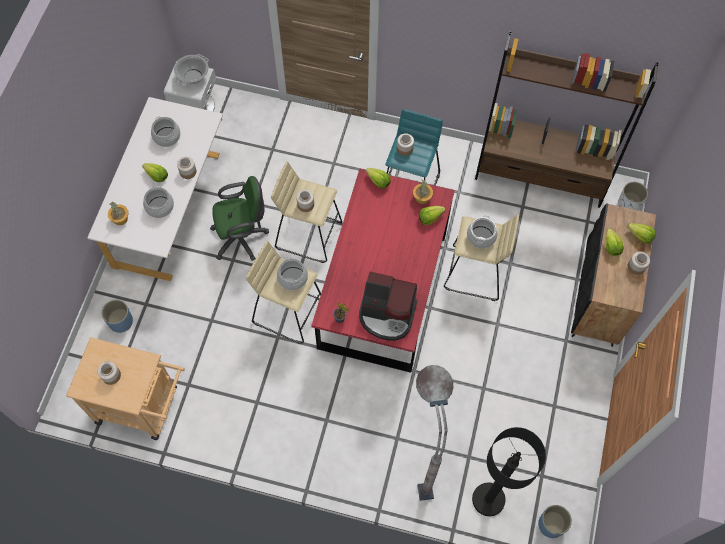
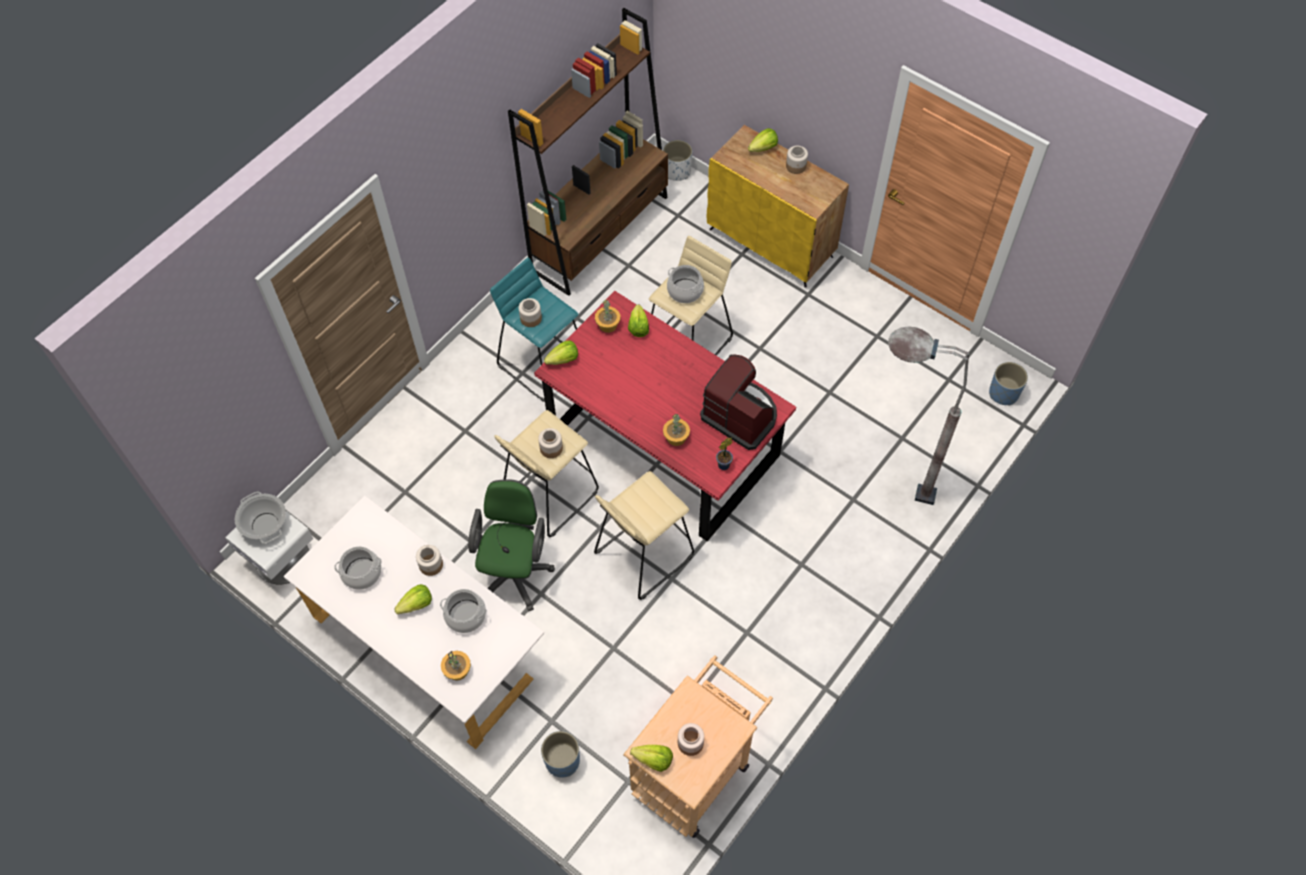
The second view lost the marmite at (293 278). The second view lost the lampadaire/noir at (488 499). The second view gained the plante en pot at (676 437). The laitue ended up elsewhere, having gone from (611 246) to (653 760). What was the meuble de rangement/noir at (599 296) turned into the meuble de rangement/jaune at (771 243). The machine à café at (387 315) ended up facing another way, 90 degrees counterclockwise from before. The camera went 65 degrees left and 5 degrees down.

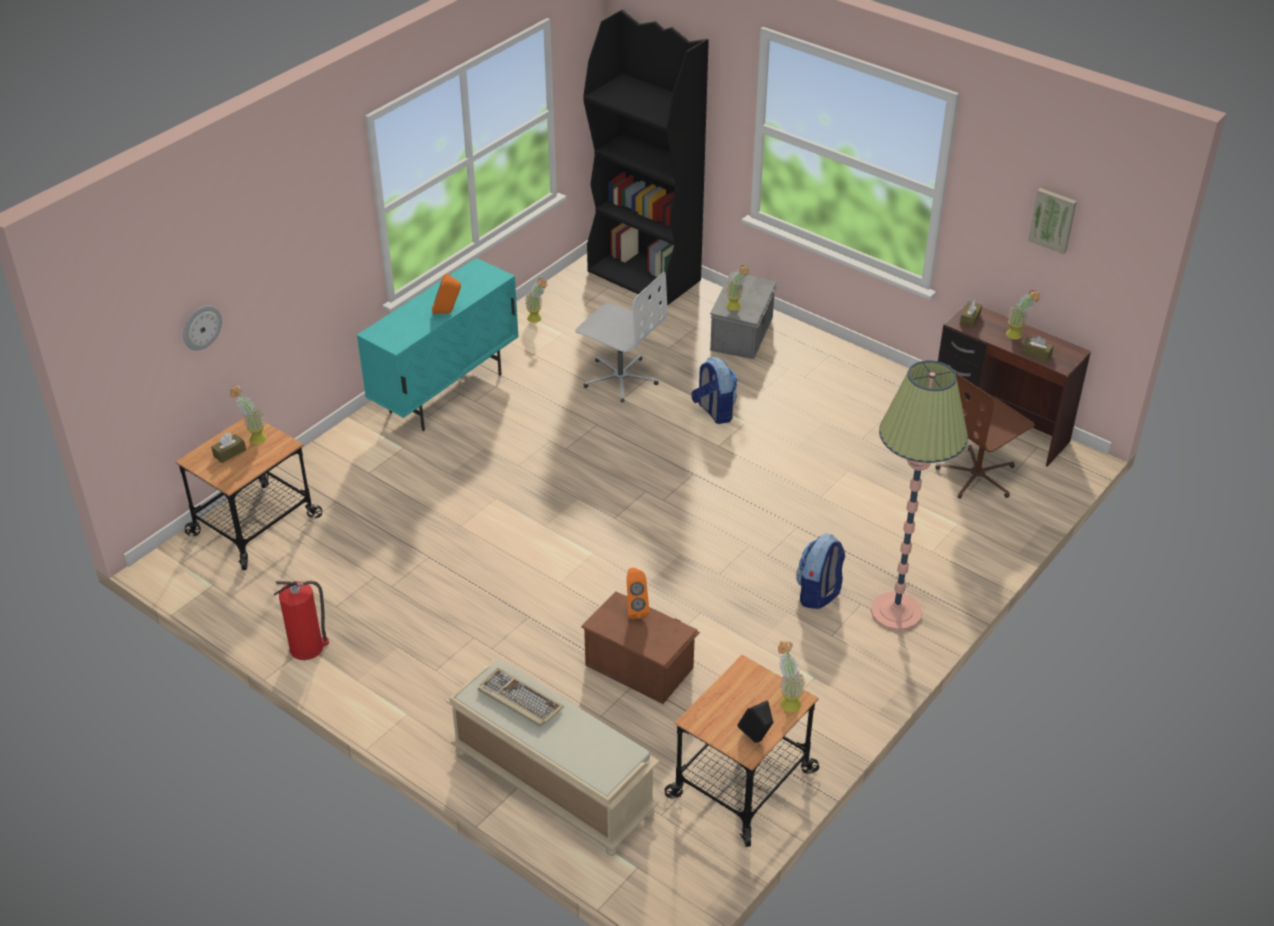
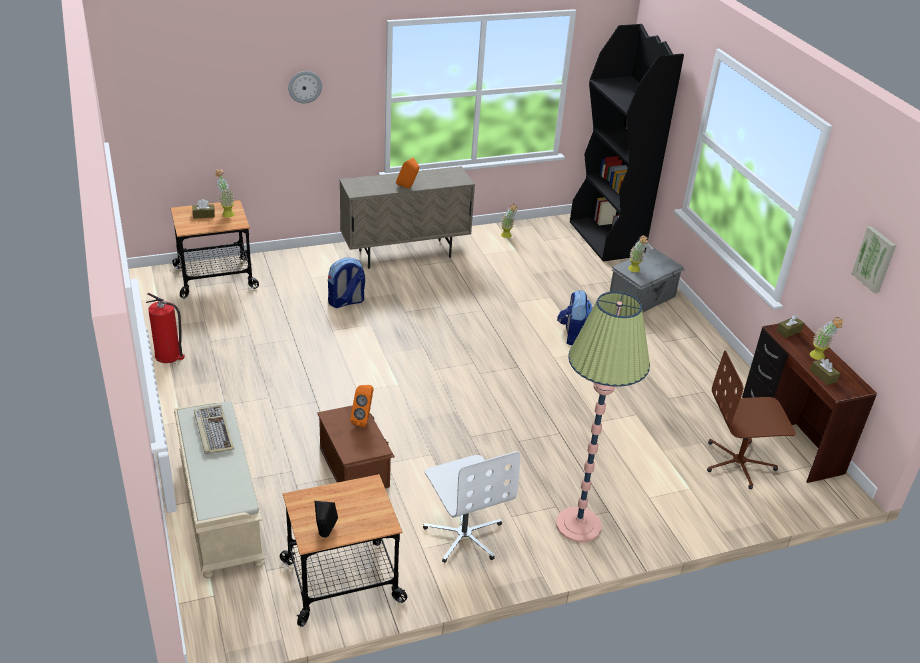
The second view lost the plante en pot at (787 701). The horloge murale ended up elsewhere, having gone from (201 327) to (305 86). The chaise de bureau/blanc ended up elsewhere, having gone from (620 378) to (464 535). The sac à dos ended up elsewhere, having gone from (818 593) to (346 302). What was the meuble de rangement/turquoise at (446 393) turned into the meuble de rangement/beige at (405 254). The camera went 30 degrees right and 5 degrees down.

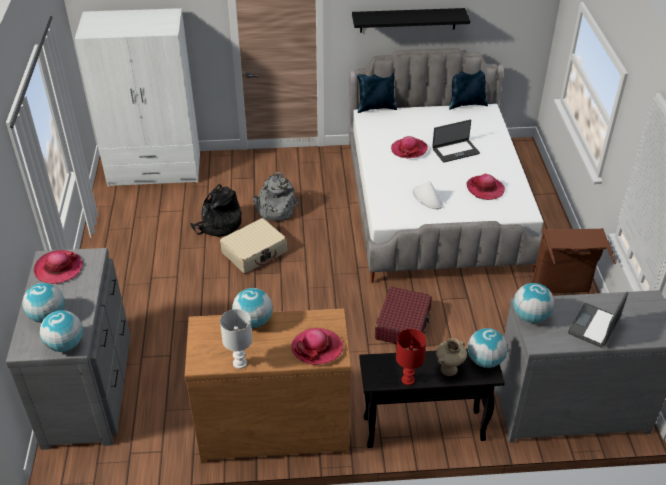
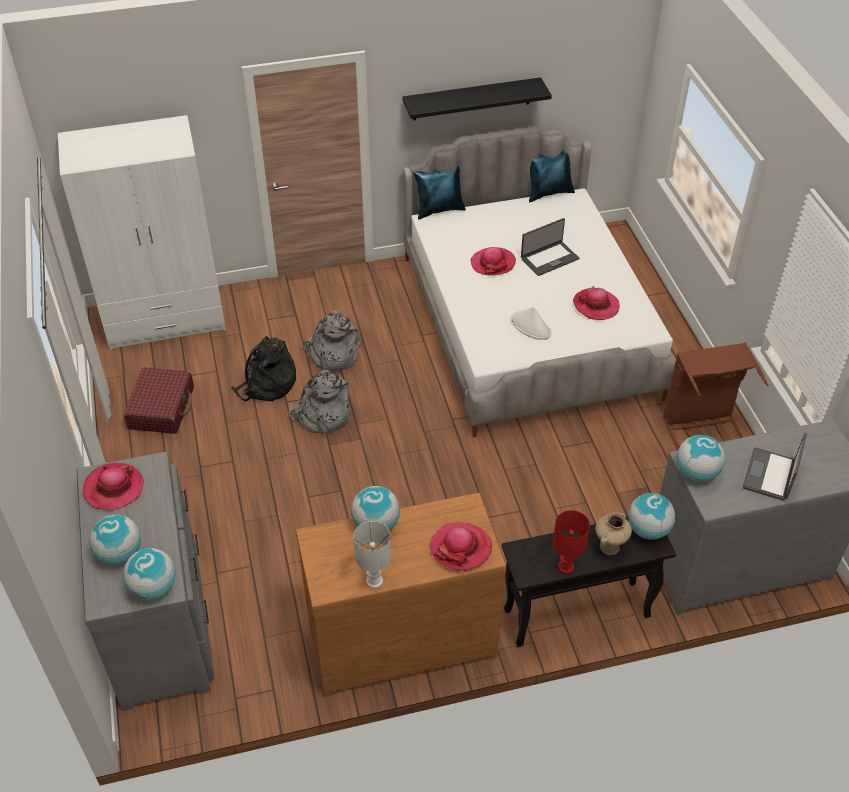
The valise/rouge ended up elsewhere, having gone from (403 324) to (162 408). Where the valise/beige stood at (254 252), the sac à dos/gris came to stand at (321 416). The camera went 10 degrees left and 5 degrees up.

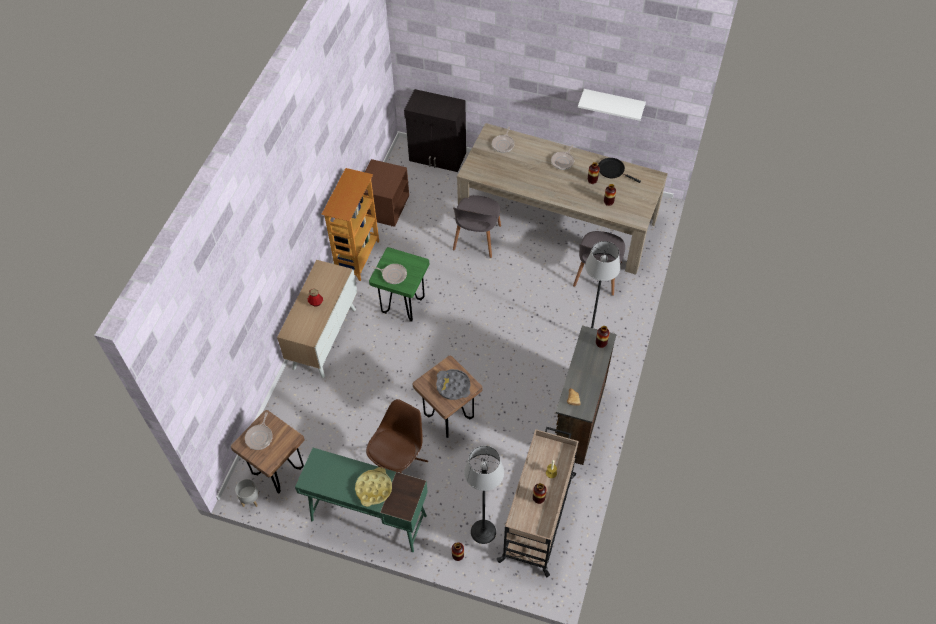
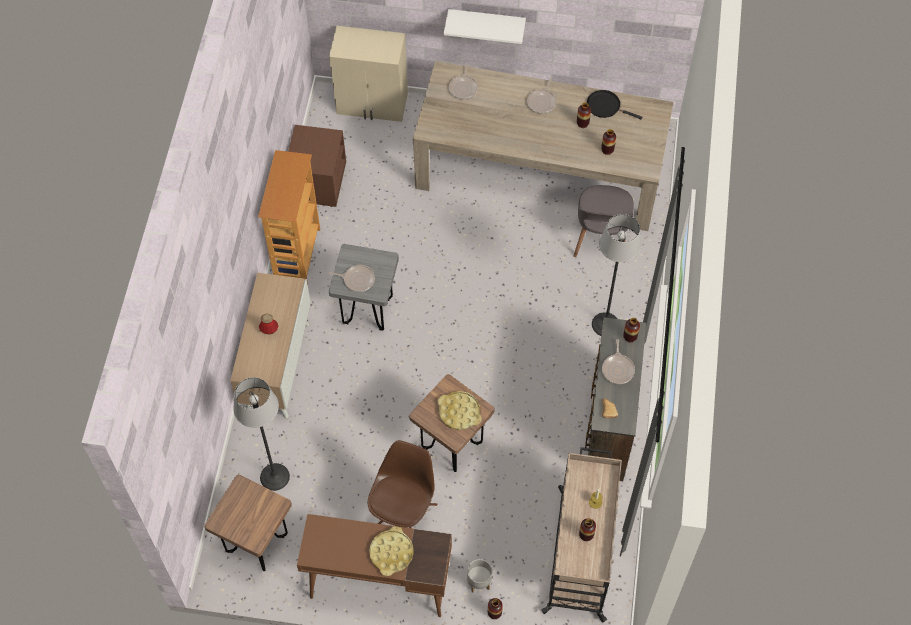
The second view lost the chaise/gris at (476 239). The cache-pot/gris ended up elsewhere, having gone from (250 499) to (479 582). The poêle ended up elsewhere, having gone from (260 437) to (618 369). The lampadaire ended up elsewhere, having gone from (483 531) to (274 476). The étagère/blanc ended up elsewhere, having gone from (613 103) to (486 22). What was the bureau/vert at (368 518) turned into the bureau/marron at (378 584). What was the tabouret/vert at (403 306) turned into the tabouret/gris at (367 311). What was the meuble de rangement/noir at (437 157) turned into the meuble de rangement/beige at (372 104). What was the plateau/gris at (453 386) turned into the plateau/jaune at (459 412). The camera went 10 degrees left and 5 degrees up.

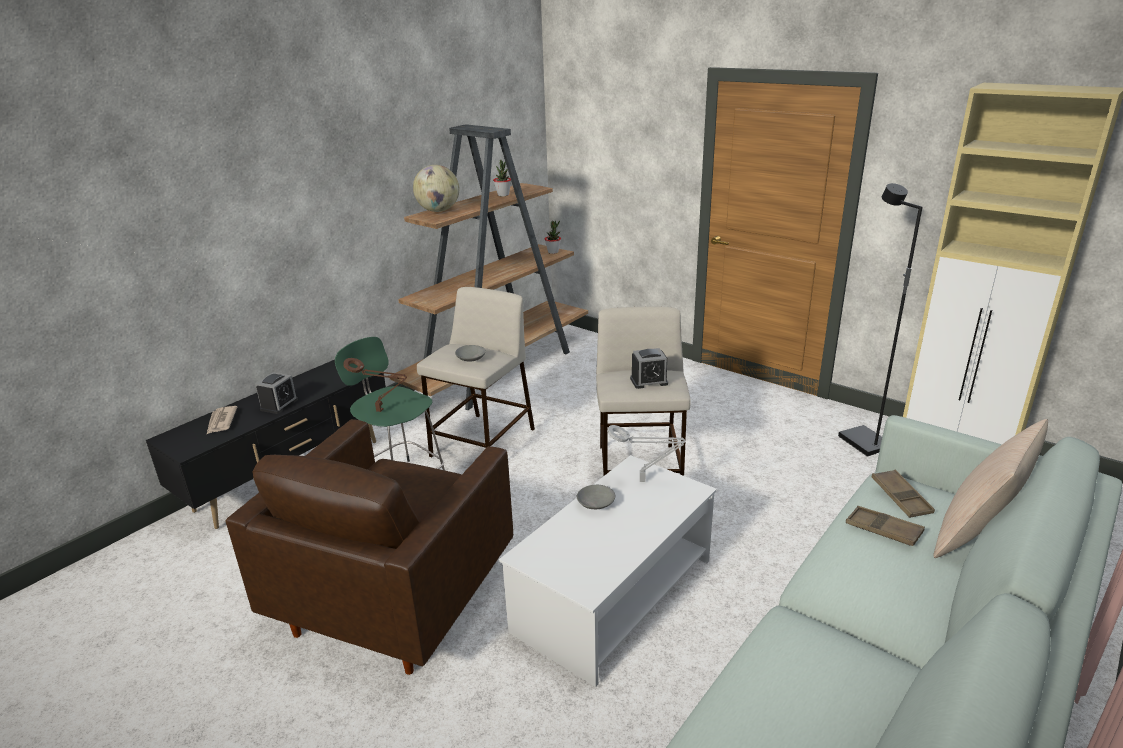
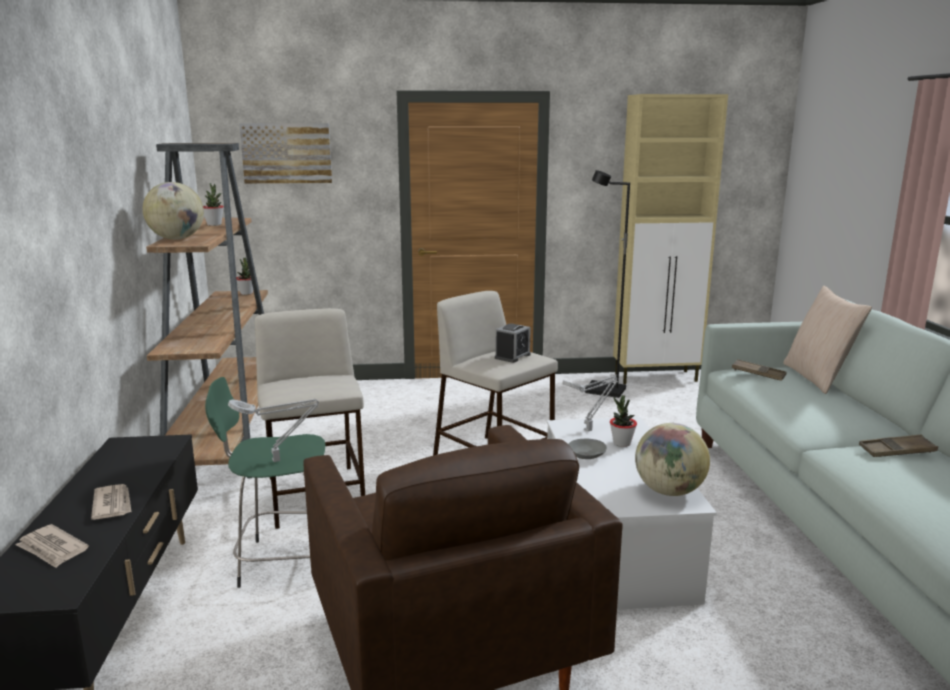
The second view lost the bol/gris at (471 358). The second view gained the tableau at (287 153). The second view gained the plante en pot at (621 443). The second view gained the globe at (669 491). The plateau/marron ended up elsewhere, having gone from (883 530) to (896 451). Where the réveil stood at (279 404), the journal came to stand at (113 504). What was the lampe de table/marron at (382 411) turned into the lampe de table/gris at (279 460). The camera went 45 degrees left and 10 degrees down.

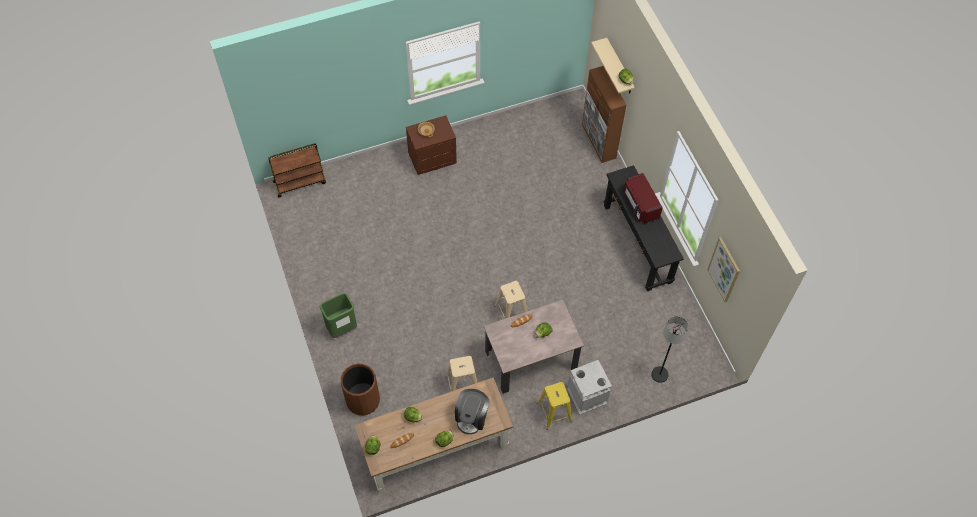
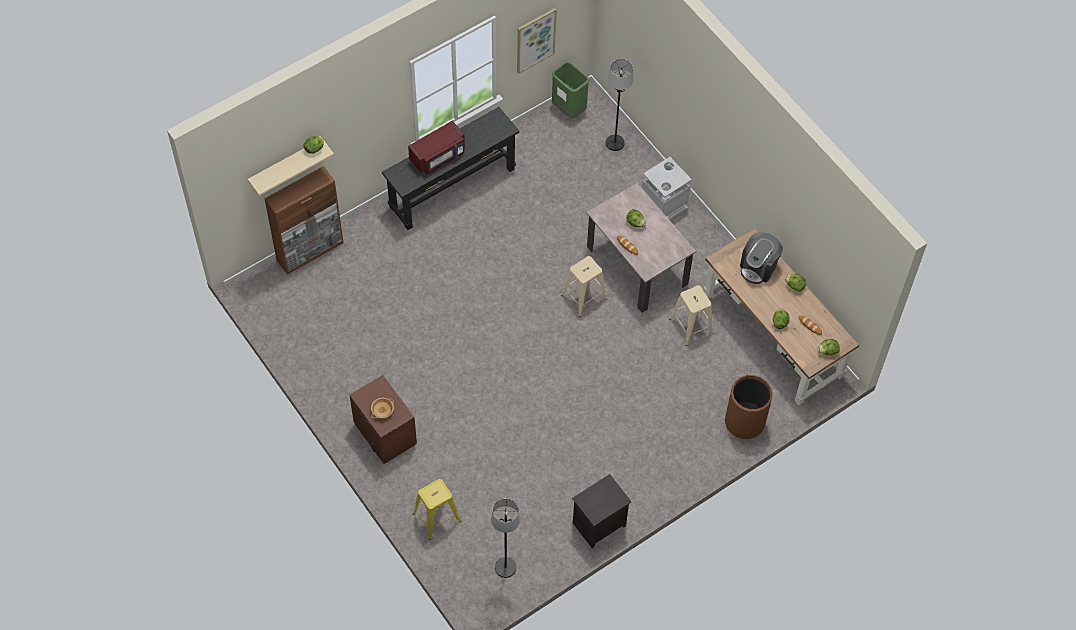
The second view lost the chariot/marron at (300 182). The second view gained the lampadaire/noir at (505 567). The second view gained the table de chevet/noir at (599 525). The poubelle/vert ended up elsewhere, having gone from (342 328) to (569 109). The tabouret/jaune ended up elsewhere, having gone from (554 412) to (436 517). The machine à café at (472 417) ended up facing another way, 120 degrees clockwise from before. The camera went 105 degrees left and 0 degrees up.

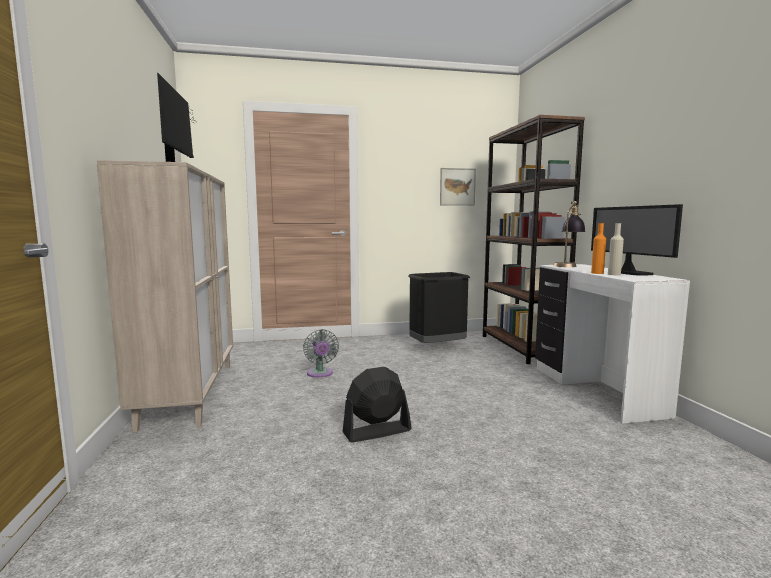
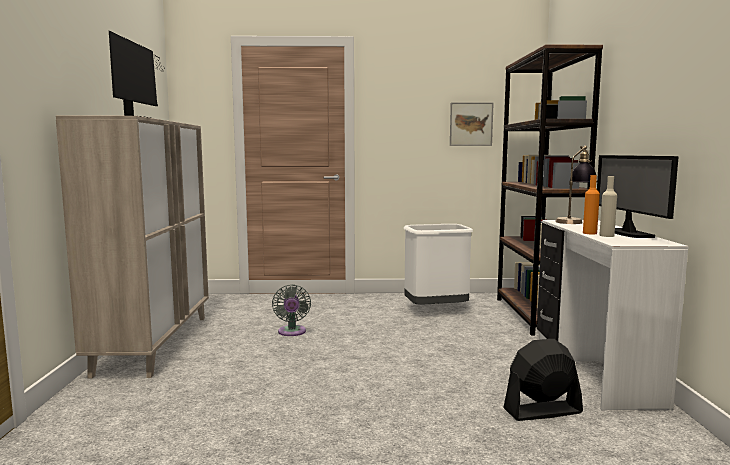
The ventilateur/noir ended up elsewhere, having gone from (376 431) to (542 411). What was the poubelle/noir at (437 347) turned into the poubelle/blanc at (435 310). The camera went 10 degrees right and 0 degrees up.

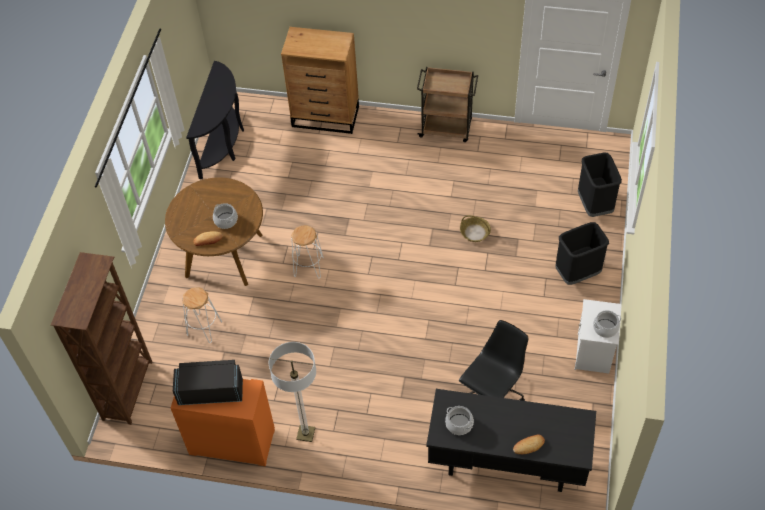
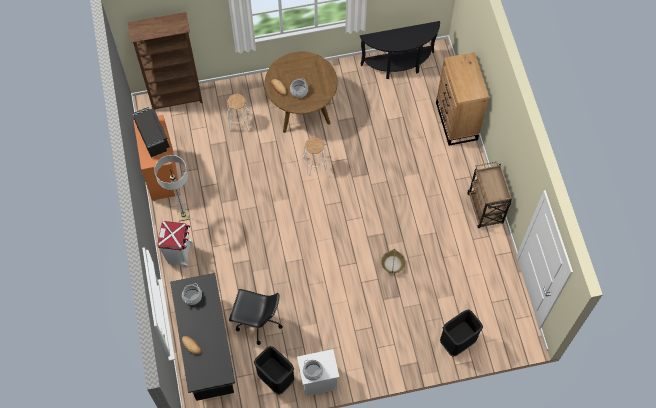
The second view gained the poubelle/blanc at (179 253). The poubelle/noir ended up elsewhere, having gone from (577 274) to (275 379). The camera went 65 degrees right and 10 degrees up.

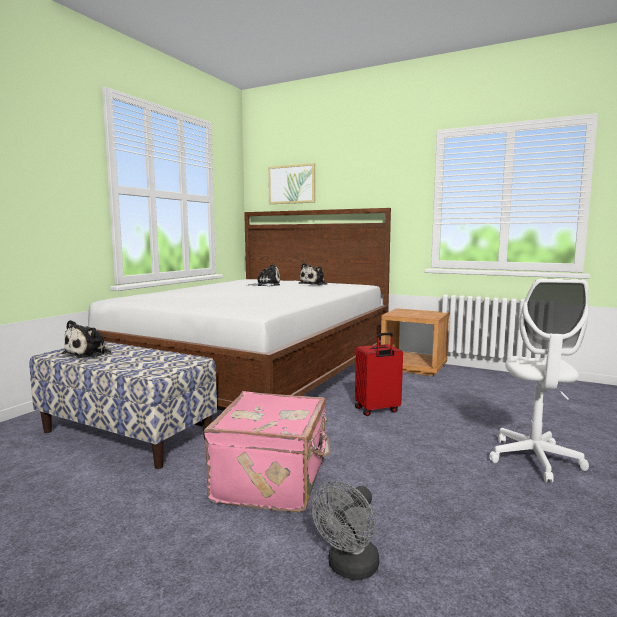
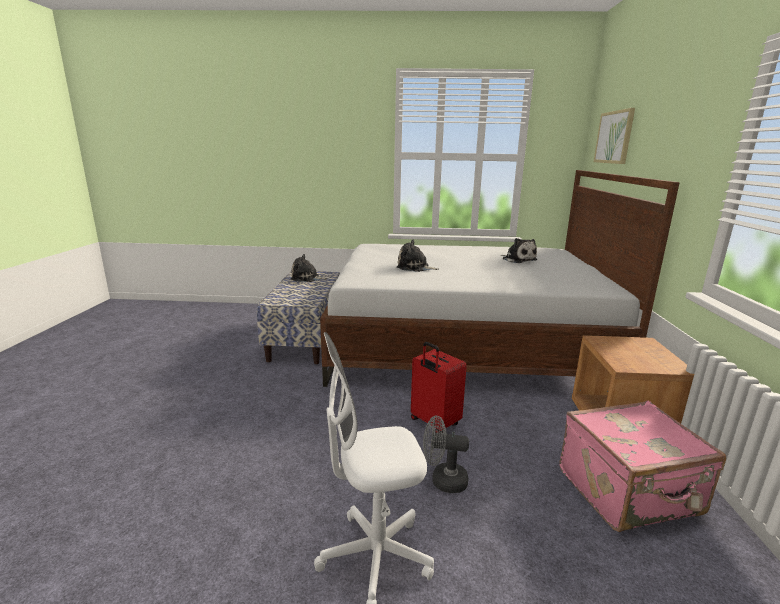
The valise/rose ended up elsewhere, having gone from (273 480) to (629 493). The peluche ended up elsewhere, having gone from (314 284) to (415 268). The ventilateur/gris ended up elsewhere, having gone from (349 568) to (443 480). The camera went 65 degrees right and 10 degrees up.

